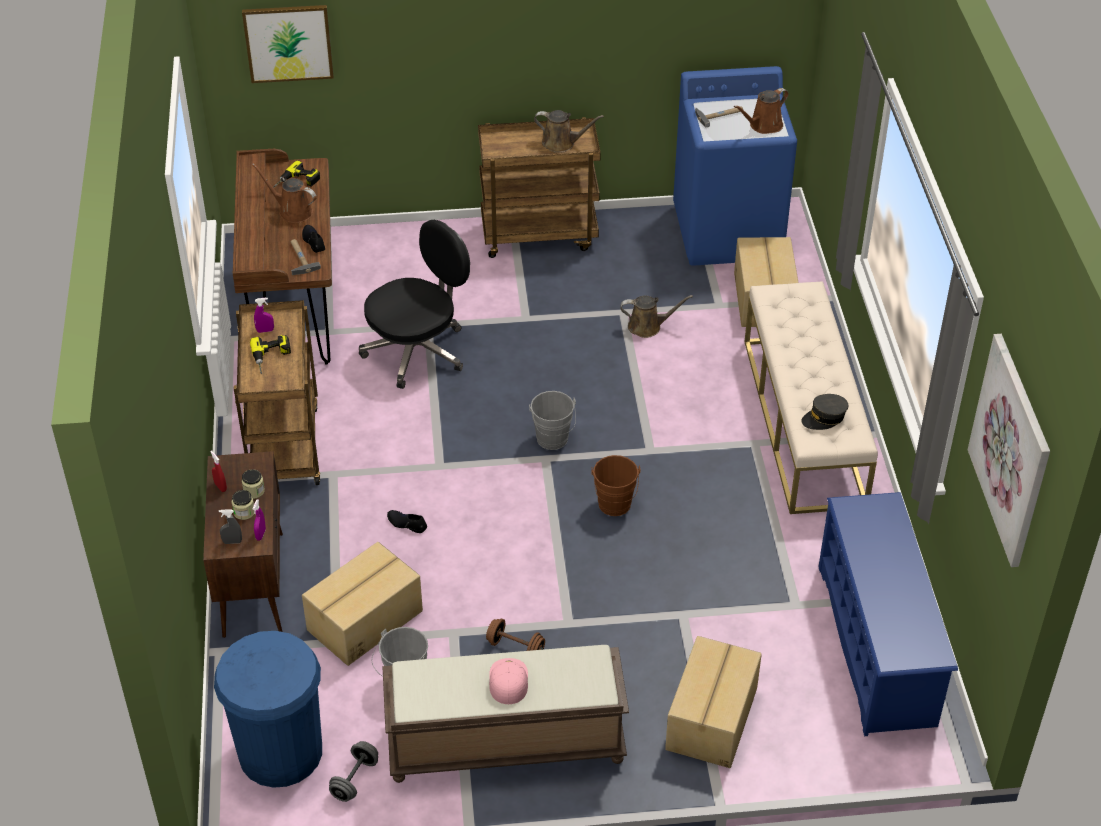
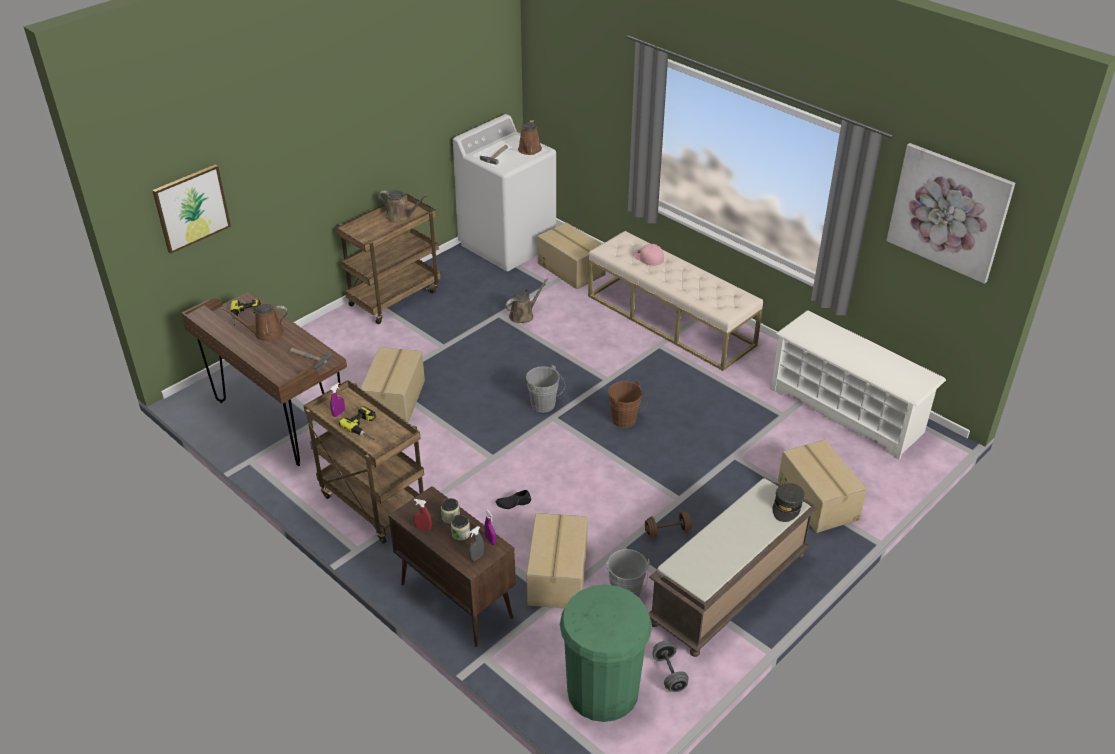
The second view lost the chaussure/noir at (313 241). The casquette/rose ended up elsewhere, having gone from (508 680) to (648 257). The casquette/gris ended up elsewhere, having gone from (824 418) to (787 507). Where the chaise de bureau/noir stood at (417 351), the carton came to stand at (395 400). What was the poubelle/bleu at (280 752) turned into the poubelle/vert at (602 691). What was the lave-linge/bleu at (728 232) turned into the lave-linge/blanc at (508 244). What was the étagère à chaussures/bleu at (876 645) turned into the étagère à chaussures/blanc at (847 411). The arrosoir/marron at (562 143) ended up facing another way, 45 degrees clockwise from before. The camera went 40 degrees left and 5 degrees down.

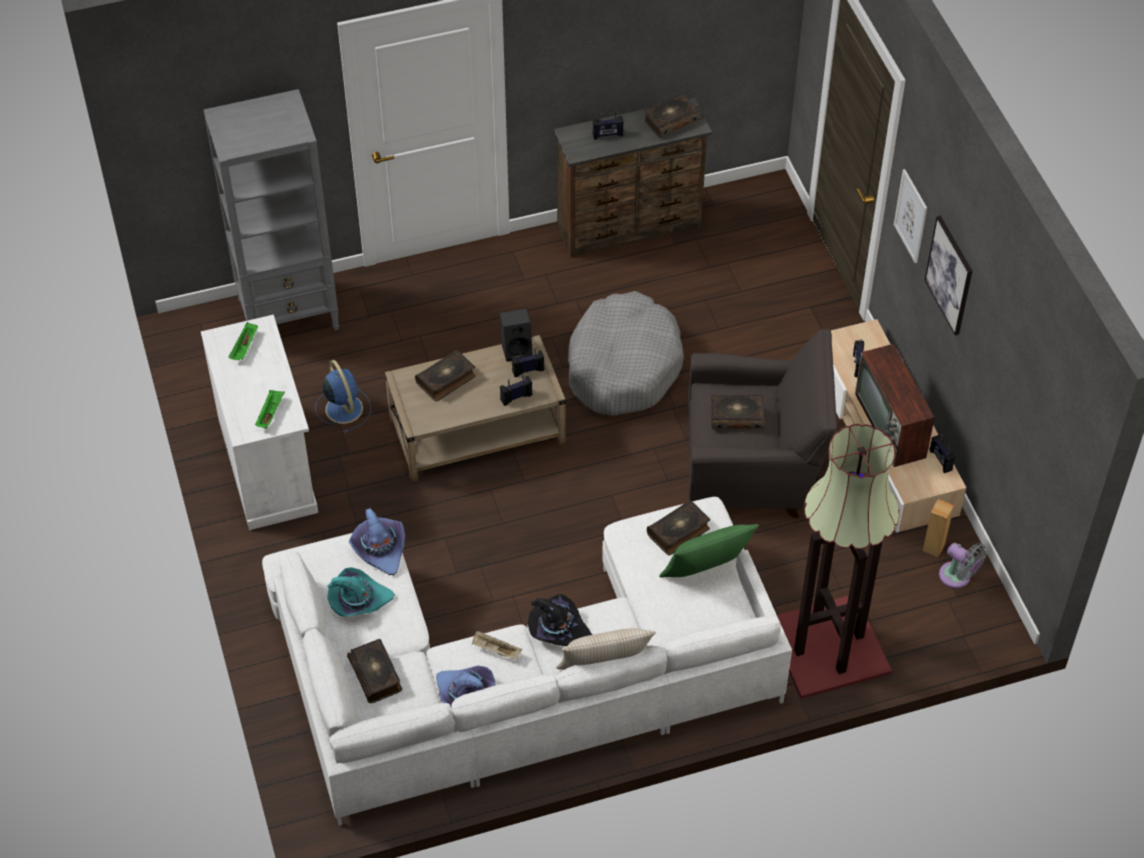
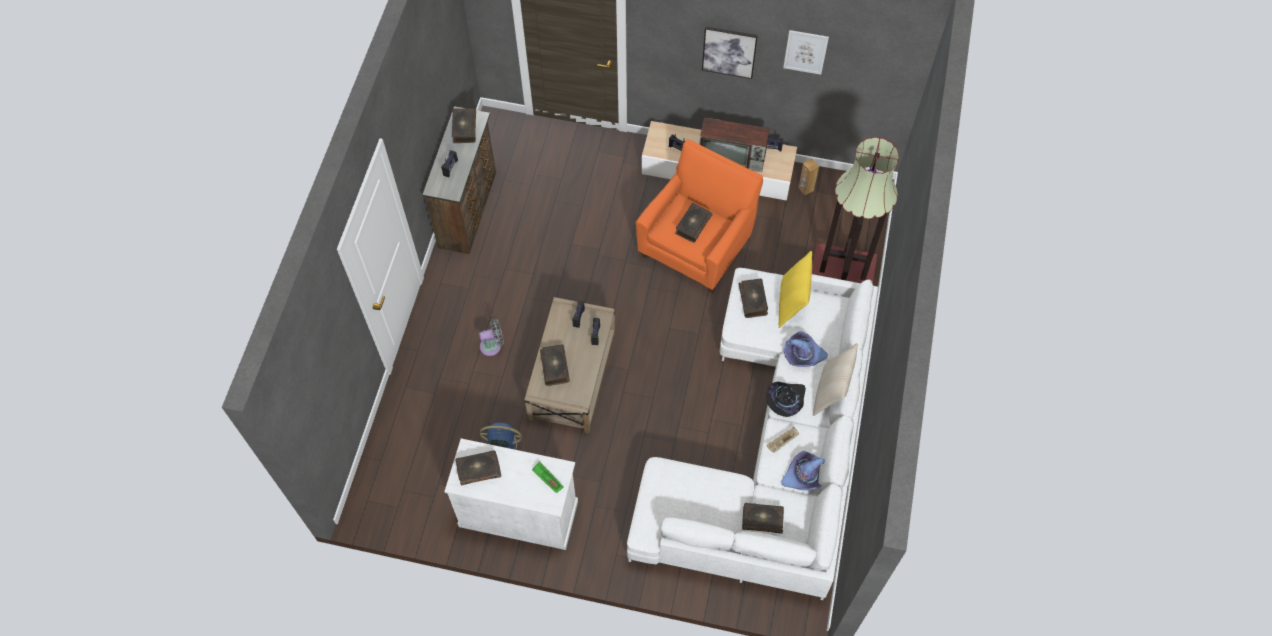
The second view lost the bibliothèque/gris at (290 315). The second view lost the chapeau/turquoise at (358 600). The second view lost the enceinte/noir at (517 349). The second view lost the panier pour chien/gris at (623 366). The chapeau/violet ended up elsewhere, having gone from (380 548) to (803 354). The tableau ended up elsewhere, having gone from (911 216) to (805 52). The ventilateur/gris ended up elsewhere, having gone from (957 577) to (493 346). Where the plateau/vert stood at (244 348), the livre came to stand at (479 469). What was the coussin/vert at (706 574) turned into the coussin/jaune at (792 302). What was the fauteuil/gris at (754 468) turned into the fauteuil/orange at (697 244). The camera went 60 degrees left and 10 degrees up.

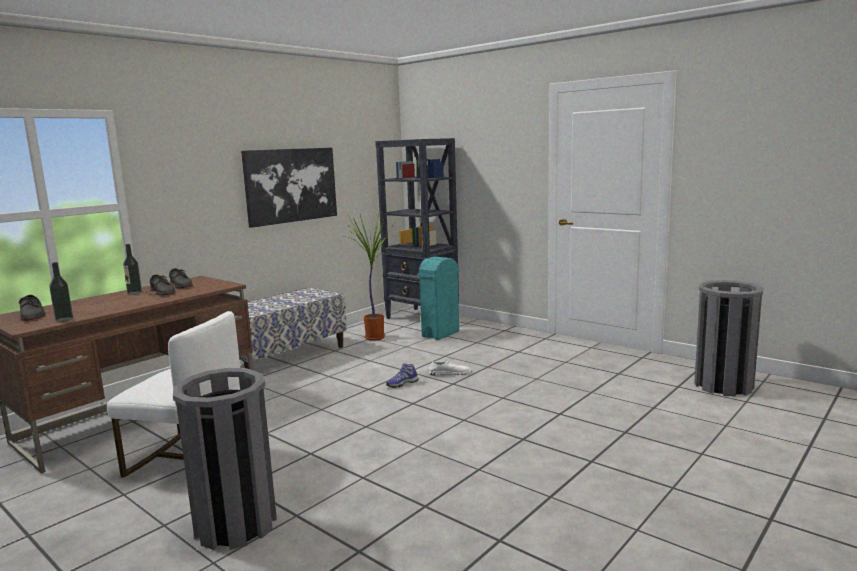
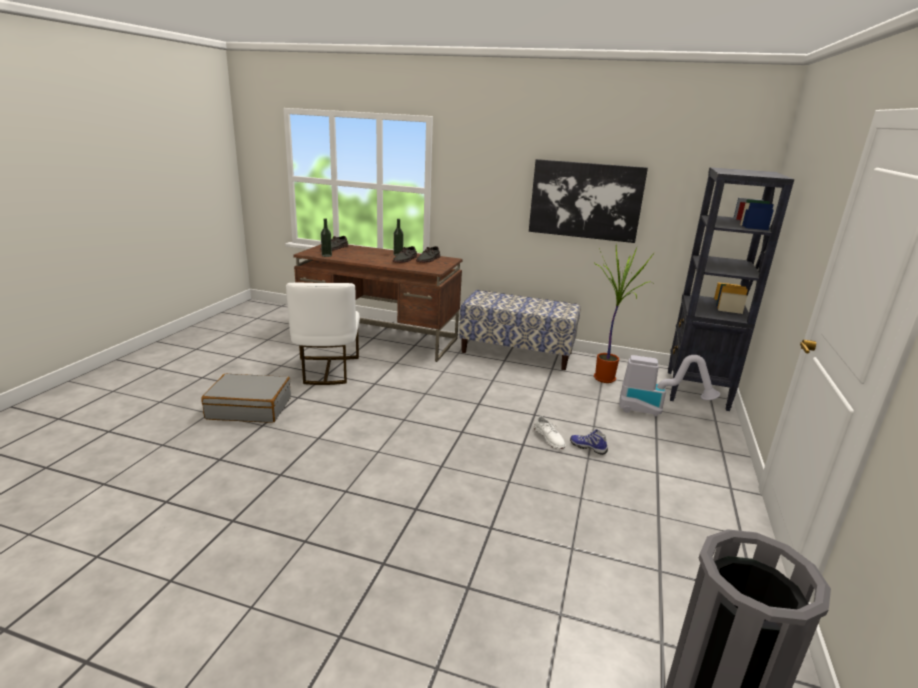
The chaussure ended up elsewhere, having gone from (402 383) to (588 447). Where the poubelle/gris stood at (236 525), the valise/gris came to stand at (250 408). Where the poubelle/turquoise stood at (440 334), the aspirateur came to stand at (656 411). The camera went 65 degrees right and 10 degrees up.

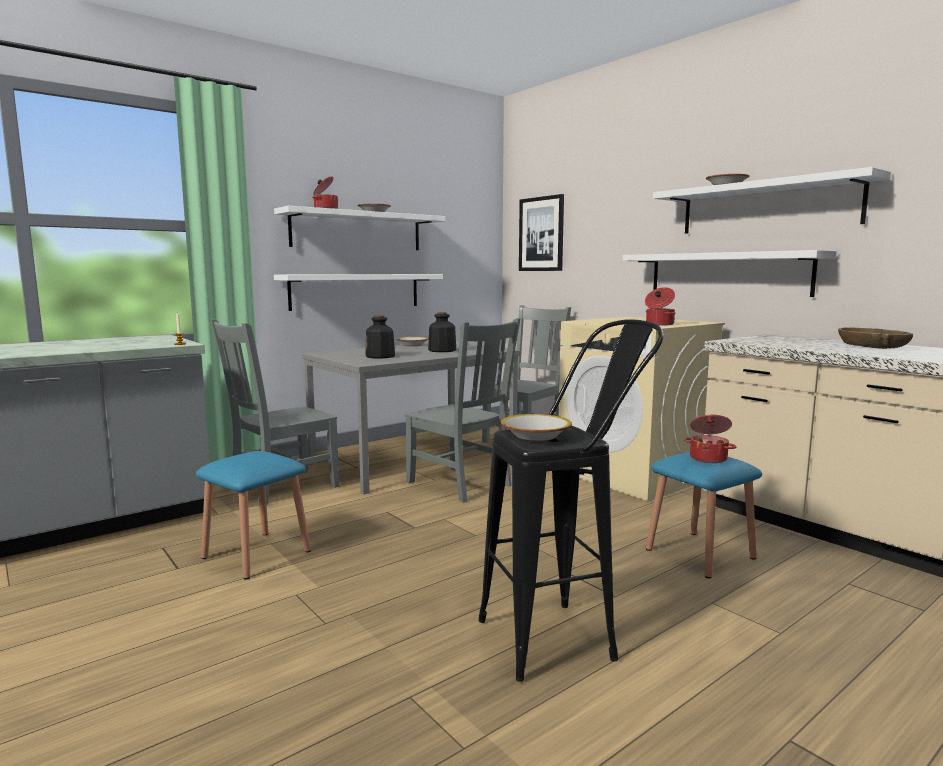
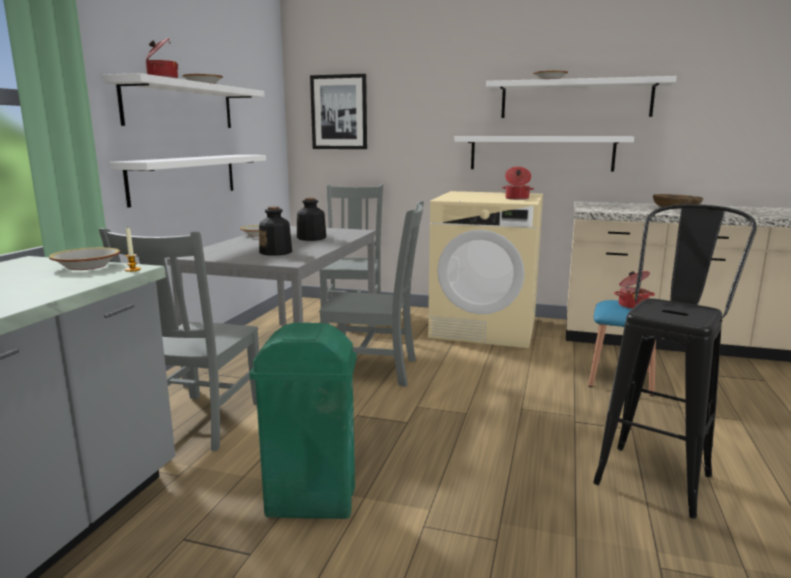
The bol ended up elsewhere, having gone from (535 436) to (86 266). Where the tabouret/bleu stood at (256 554), the poubelle/vert came to stand at (310 502). The camera went 35 degrees left and 5 degrees up.

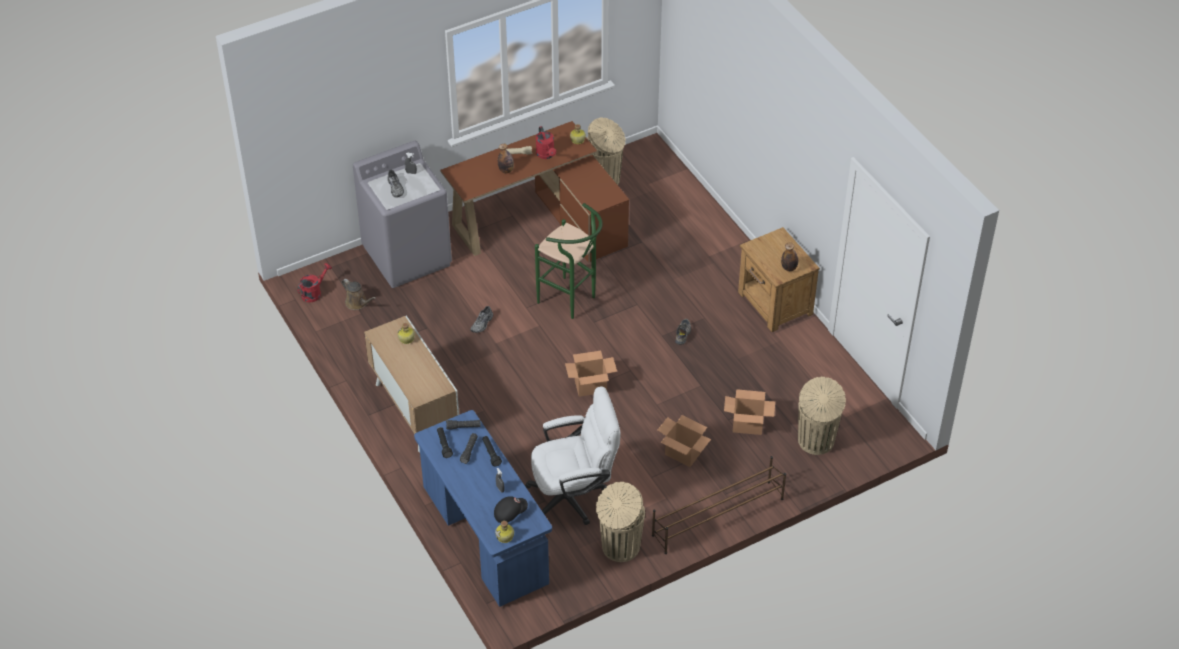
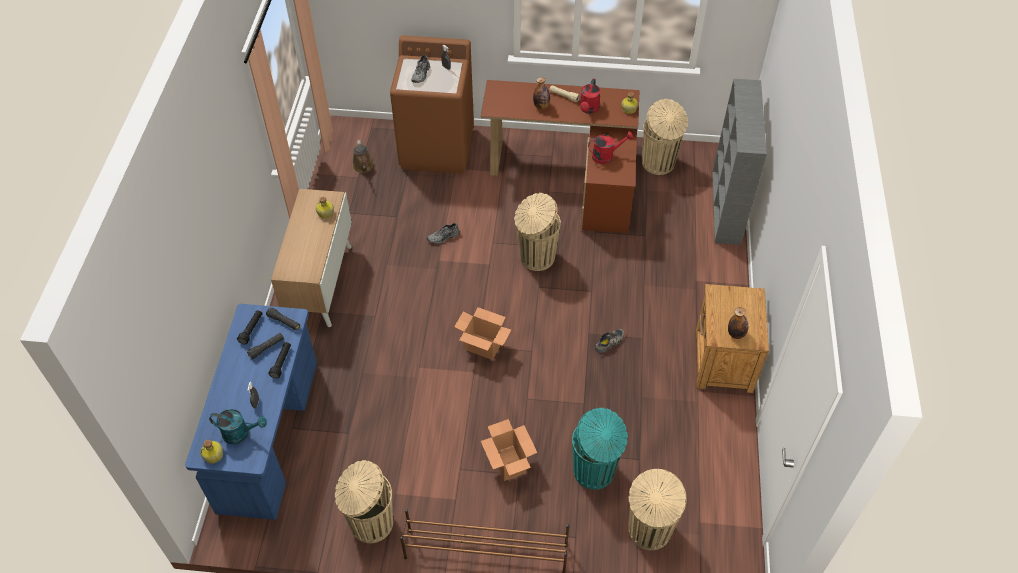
The second view lost the chaise de bureau/blanc at (574 496). The second view gained the bibliothèque/gris at (726 207). The arrosoir/rouge ended up elsewhere, having gone from (314 293) to (606 156). Where the casquette/noir stood at (510 513), the arrosoir/turquoise came to stand at (241 433). Where the tabouret/vert stood at (571 301), the poubelle/beige came to stand at (535 257). Where the carton stood at (748 425), the poubelle/turquoise came to stand at (595 471). What was the lave-linge/gris at (407 256) turned into the lave-linge/marron at (437 148). The camera went 35 degrees right and 5 degrees up.

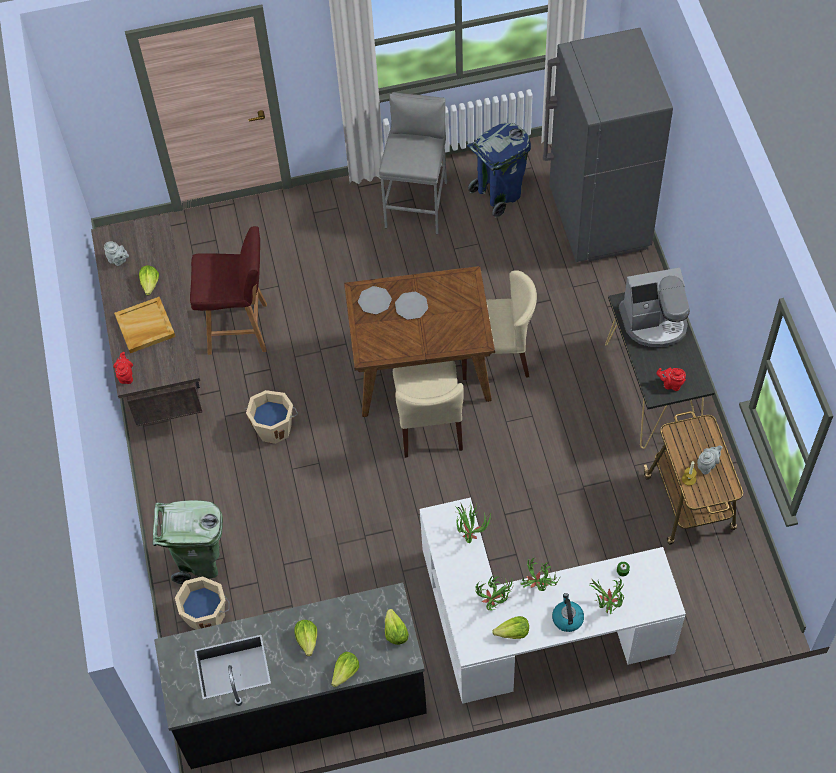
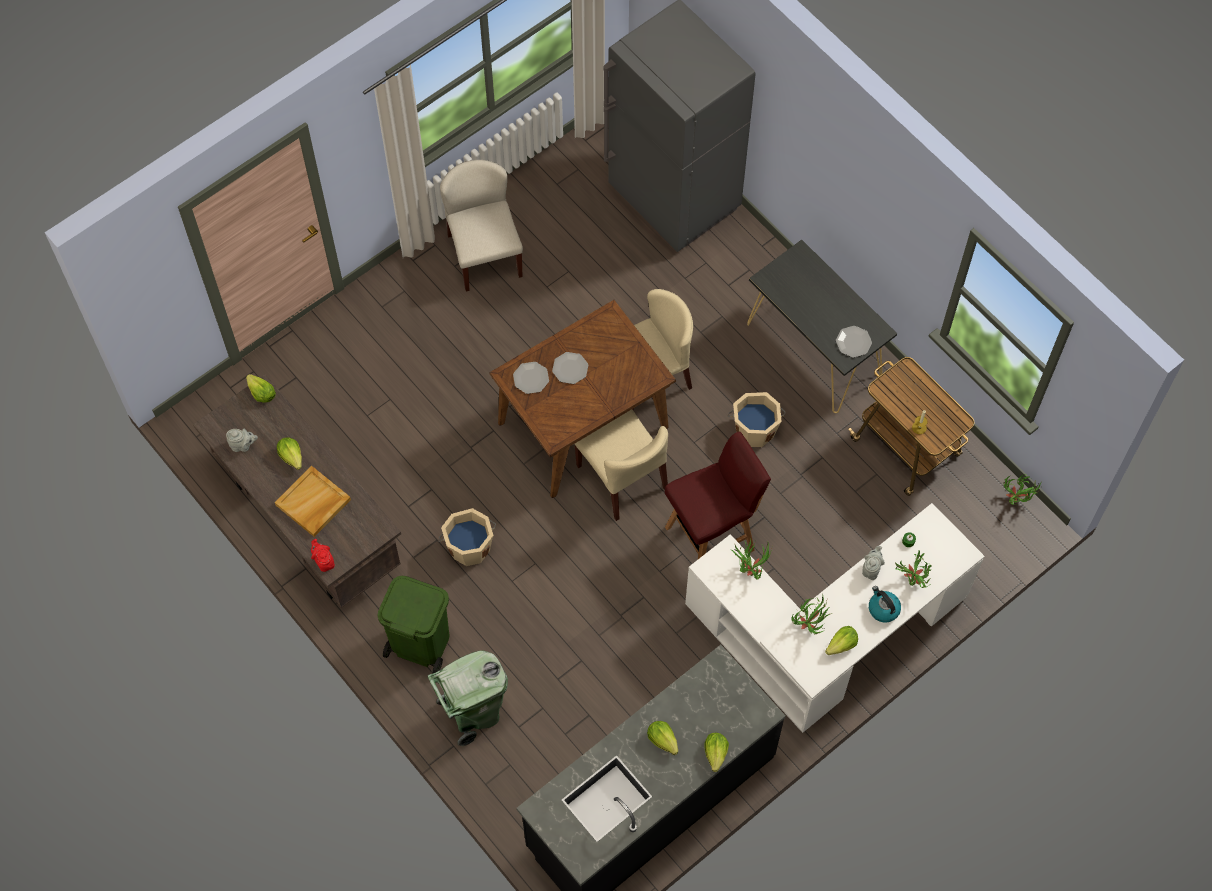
The second view lost the poubelle/bleu at (498 194). The second view lost the machine à café at (654 322). The second view gained the poubelle/vert at (420 643). The seau/beige ended up elsewhere, having gone from (206 614) to (754 429). The tabouret/rouge ended up elsewhere, having gone from (239 329) to (712 538). The laitue ended up elsewhere, having gone from (395 632) to (261 393). The plante en pot ended up elsewhere, having gone from (538 588) to (1017 500). The théière/gris ended up elsewhere, having gone from (707 465) to (871 569). Where the tabouret/gris stood at (417 204), the chaise/beige came to stand at (484 255). Where the théière/rouge stood at (671 384), the assiette came to stand at (853 342). The camera went 30 degrees left and 5 degrees up.

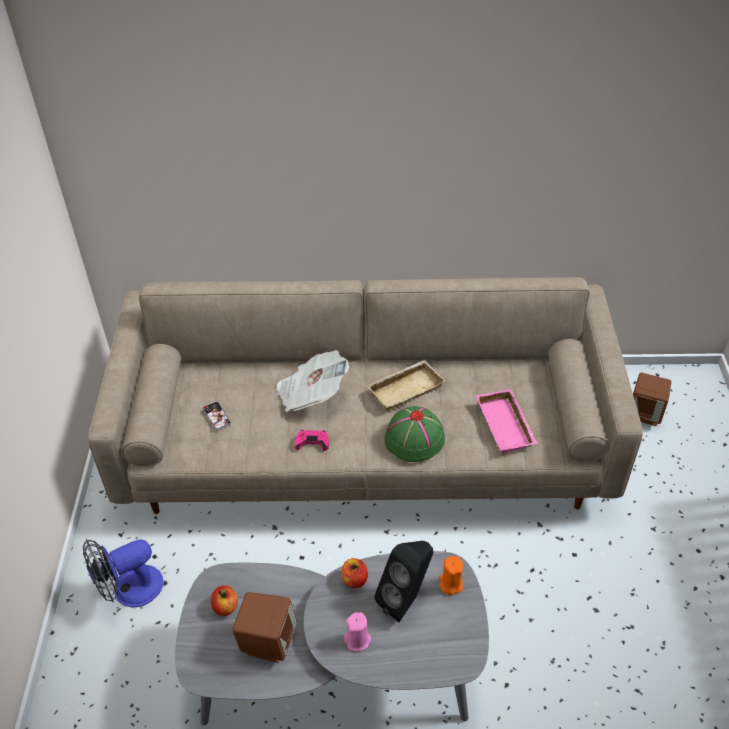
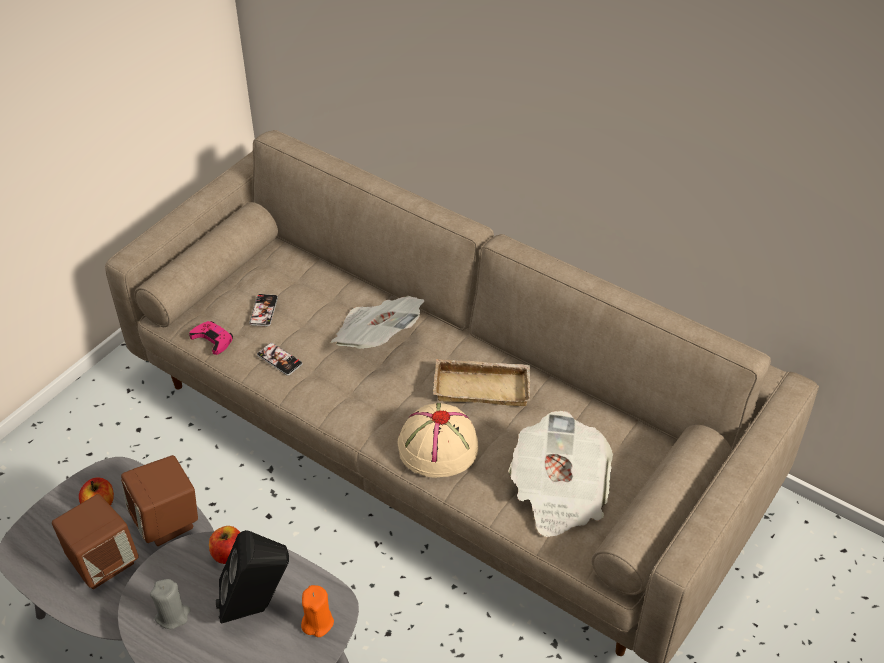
The second view lost the ventilateur at (129 590). The second view gained the téléphone at (279 359). The manette/rose ended up elsewhere, having gone from (312 442) to (212 339). The enceinte/marron ended up elsewhere, having gone from (644 413) to (167 521). Where the plateau/rose stood at (507 425), the journal came to stand at (558 493). What was the bougie/rose at (358 640) turned into the bougie/gris at (173 615). What was the chapeau/vert at (414 439) turned into the chapeau/beige at (437 447). The camera went 35 degrees right and 0 degrees up.

